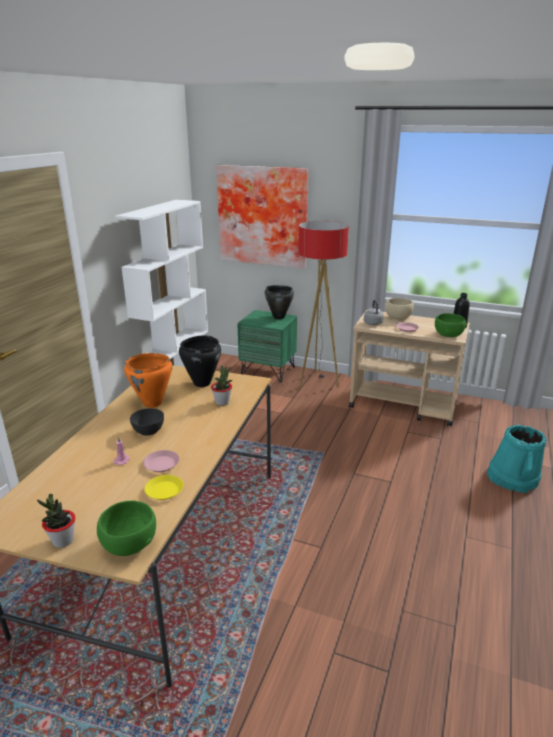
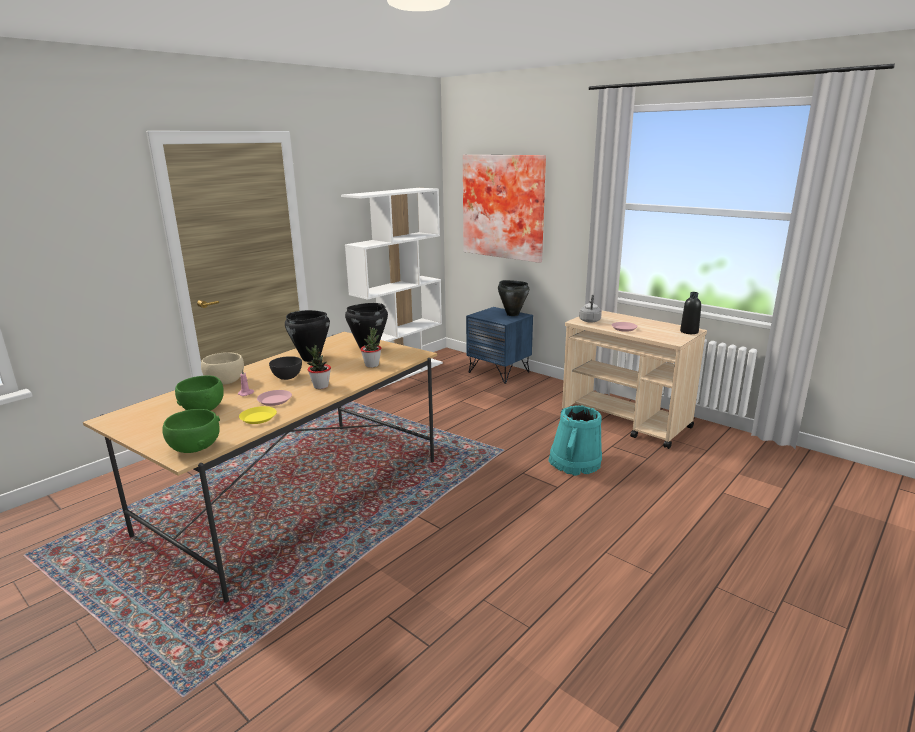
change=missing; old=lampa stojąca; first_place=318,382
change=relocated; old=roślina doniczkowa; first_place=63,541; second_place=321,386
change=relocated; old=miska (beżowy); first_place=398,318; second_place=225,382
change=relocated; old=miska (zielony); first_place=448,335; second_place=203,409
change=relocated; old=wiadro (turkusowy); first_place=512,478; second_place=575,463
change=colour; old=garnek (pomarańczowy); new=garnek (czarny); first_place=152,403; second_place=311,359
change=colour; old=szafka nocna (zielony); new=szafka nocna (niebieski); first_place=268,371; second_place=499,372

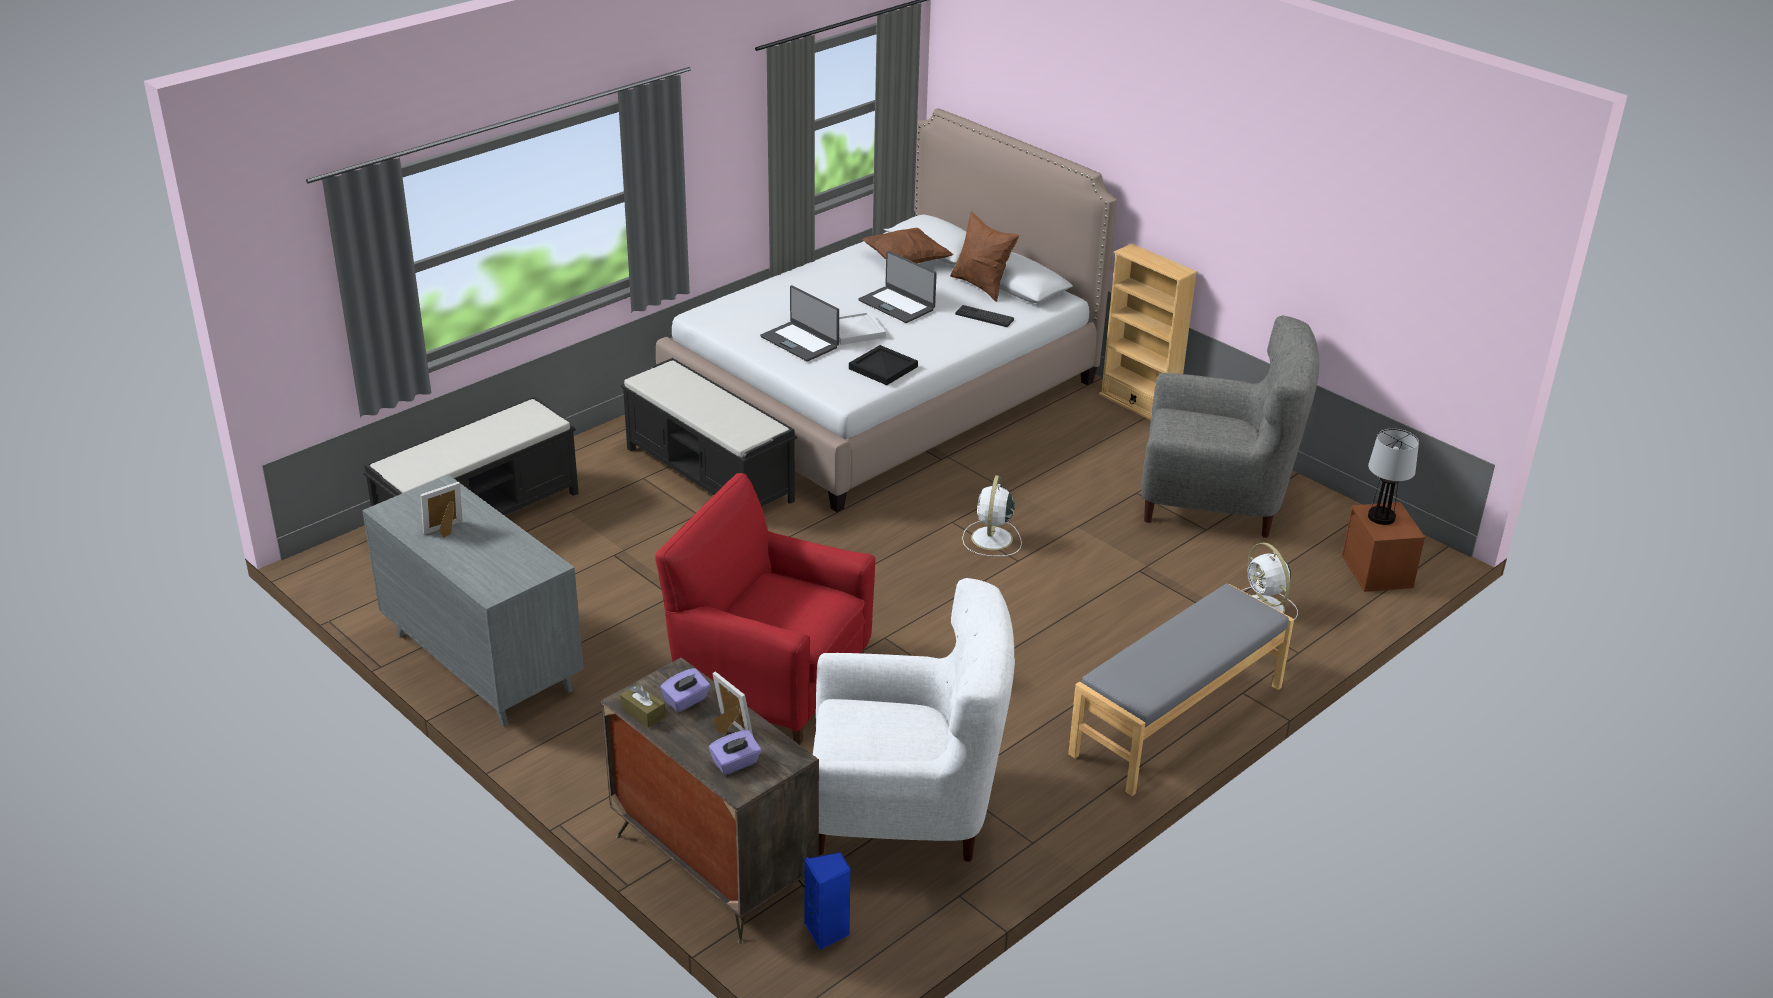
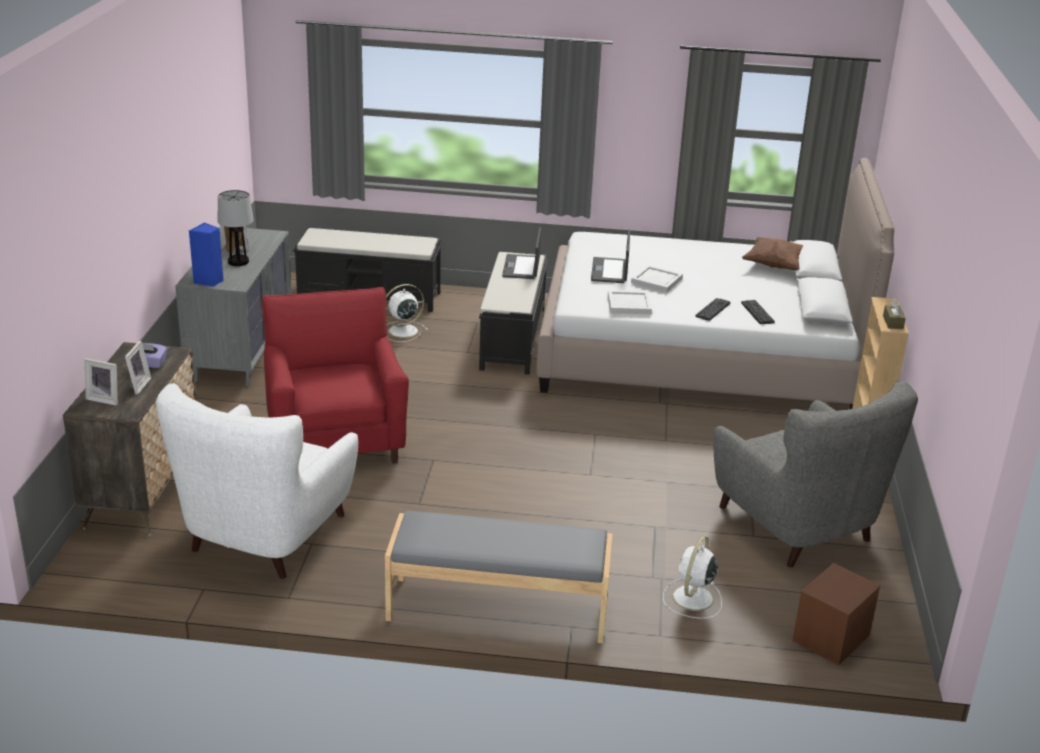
change=missing; old=poduszka (brązowy); first_place=982,286
change=appeared; new=klawiatura; second_place=712,310
change=relocated; old=pudełko chusteczek (brązowy); first_place=643,713; second_place=893,322
change=relocated; old=głośnik (niebieski); first_place=828,932; second_place=209,281
change=relocated; old=laptop; first_place=897,305; second_place=522,267
change=relocated; old=wentylator (biały); first_place=991,539; second_place=402,331
change=relocated; old=lampa stołowa; first_place=1381,517; second_place=238,262
change=exchanged; old=pudełko chusteczek (fioletowy); new=ramka na zdjęcie; first_place=735,763; second_place=105,399
change=colour; old=taca (czarny); new=taca (biały); first_place=883,367; second_place=629,304
change=spun; old=fotel (biały); first_place=904,810; second_place=266,536; degrees=60

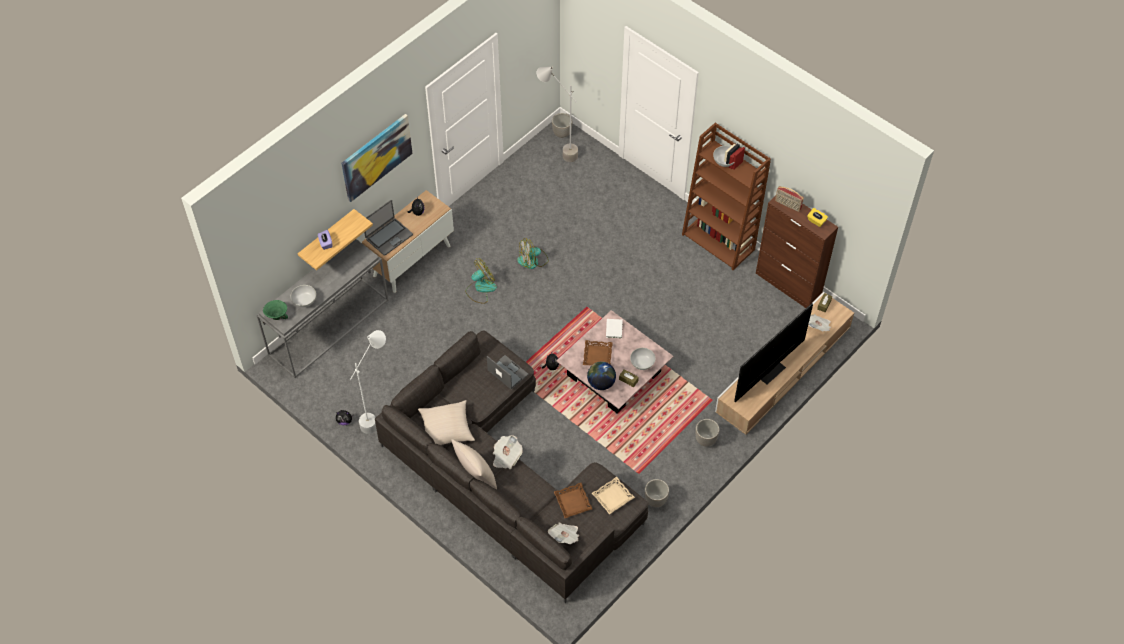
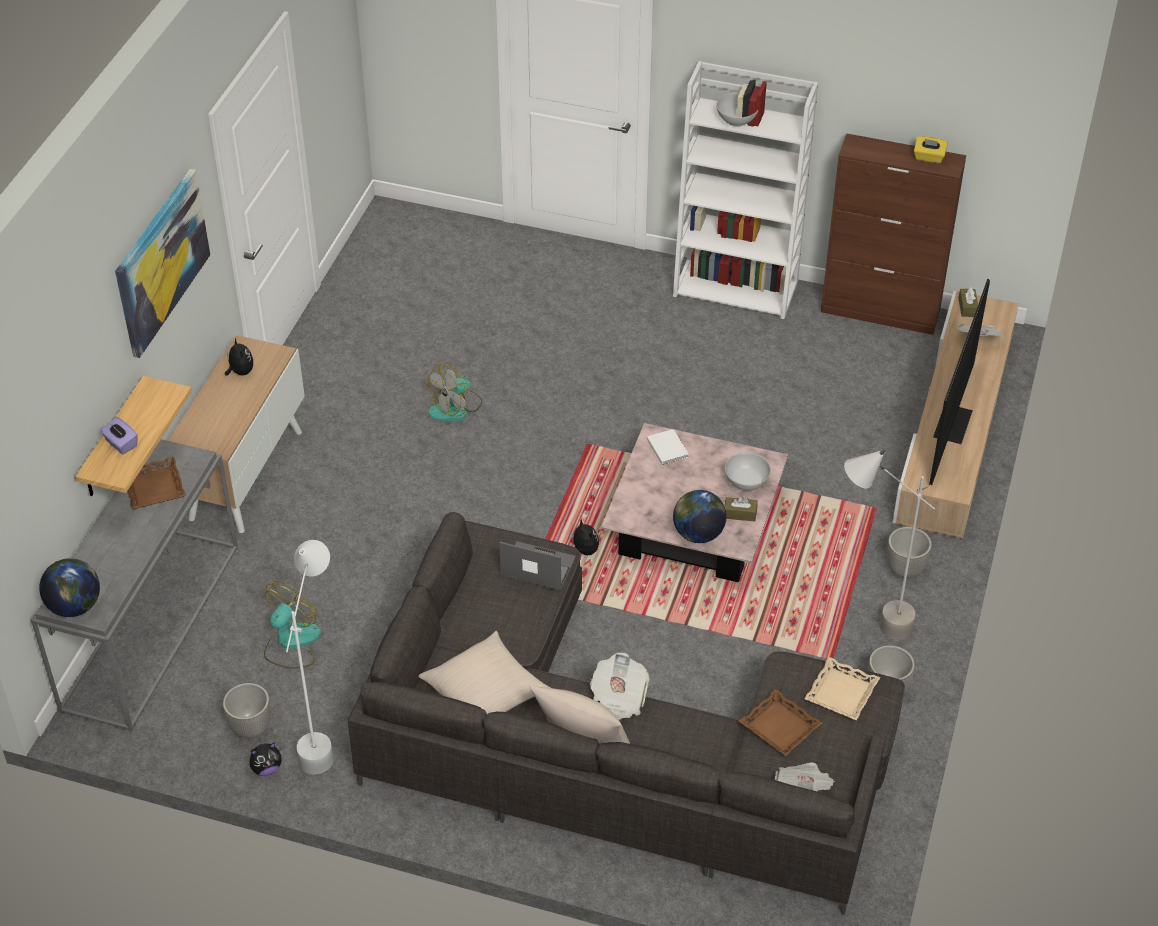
change=missing; old=miska (biały); first_place=305,301
change=missing; old=laptop; first_place=389,237
change=missing; old=radio; first_place=787,205
change=relocated; old=wentylator; first_place=480,288; second_place=291,642
change=relocated; old=lampa stojąca (szary); first_place=558,152; second_place=868,627
change=relocated; old=donica; first_place=561,133; second_place=250,728
change=relocated; old=taca (brązowy); first_place=597,355; second_place=154,487
change=exchanged; old=miska (zielony); new=globus; first_place=277,315; second_place=75,606
change=colour; old=regał (brązowy); new=regał (biały); first_place=719,242; second_place=737,288

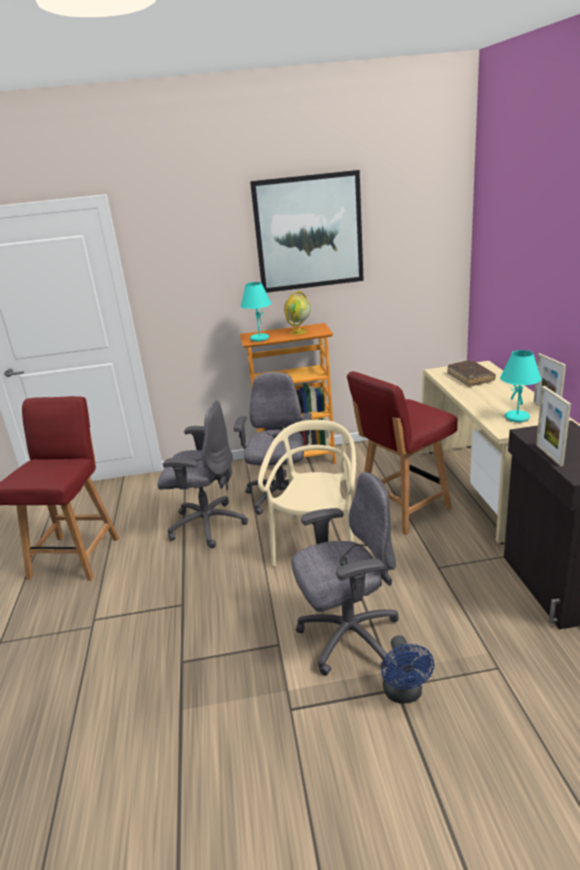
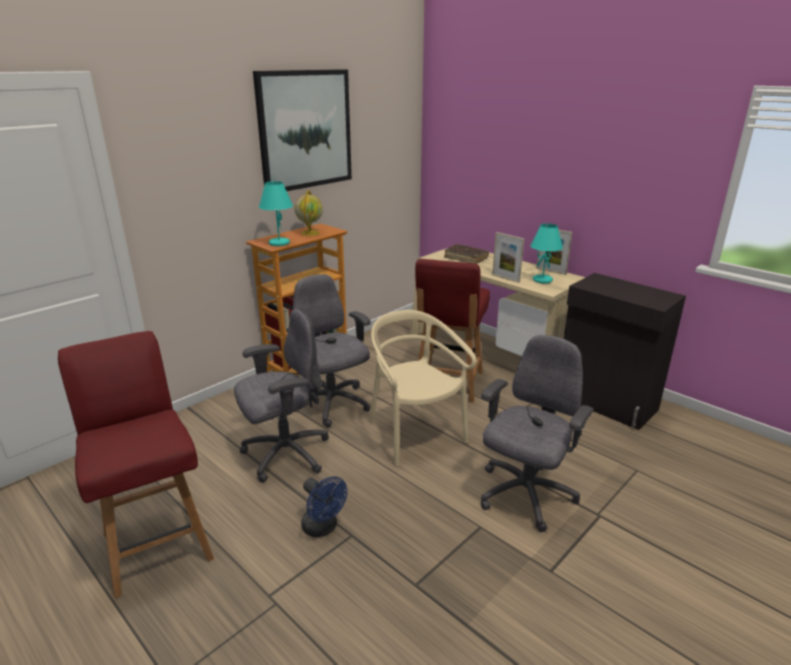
change=relocated; old=wentylator (niebieski); first_place=404,694; second_place=323,528
change=relocated; old=ramka na zdjęcie; first_place=549,455; second_place=505,278

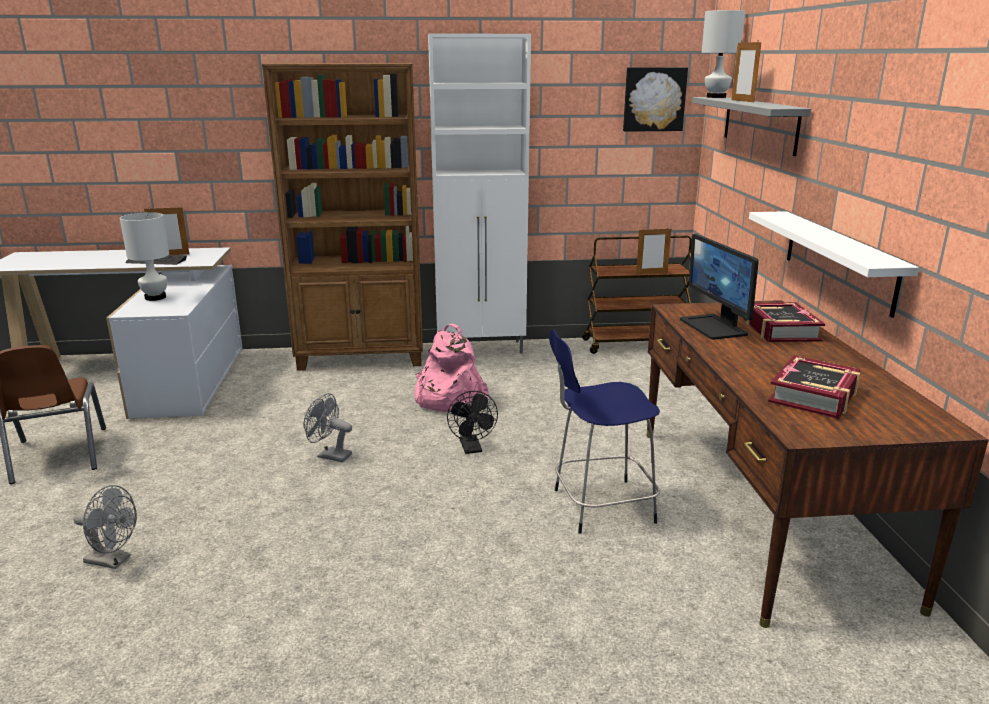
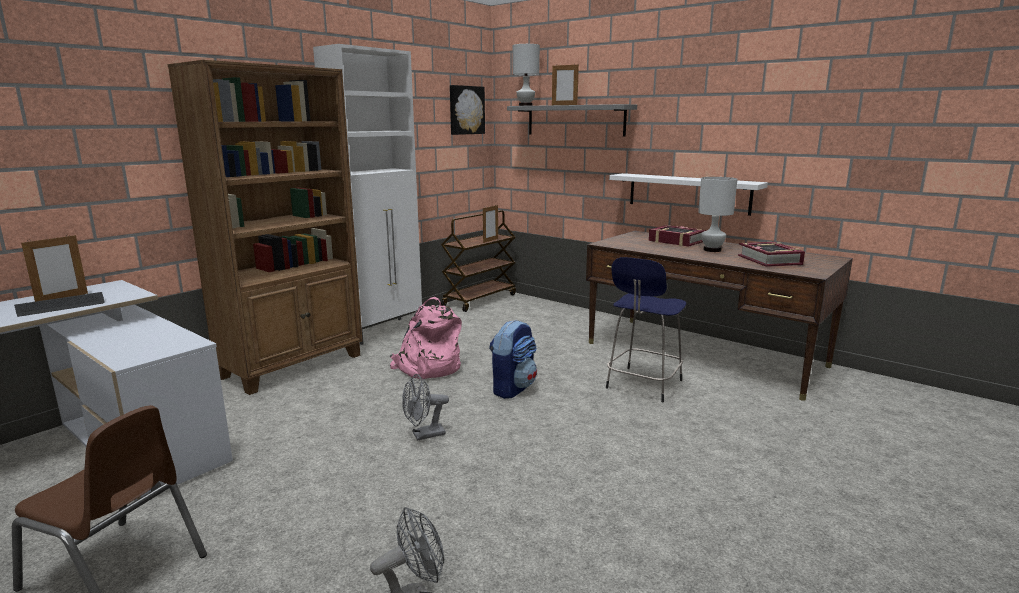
change=missing; old=monitor; first_place=714,327
change=relocated; old=lampa stołowa (biały); first_place=155,297; second_place=712,250
change=exchanged; old=wentylator (czarny); new=plecak; first_place=472,449; second_place=513,388

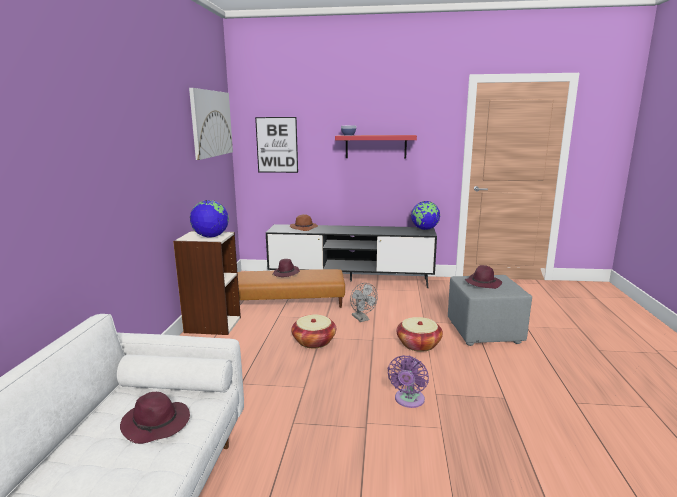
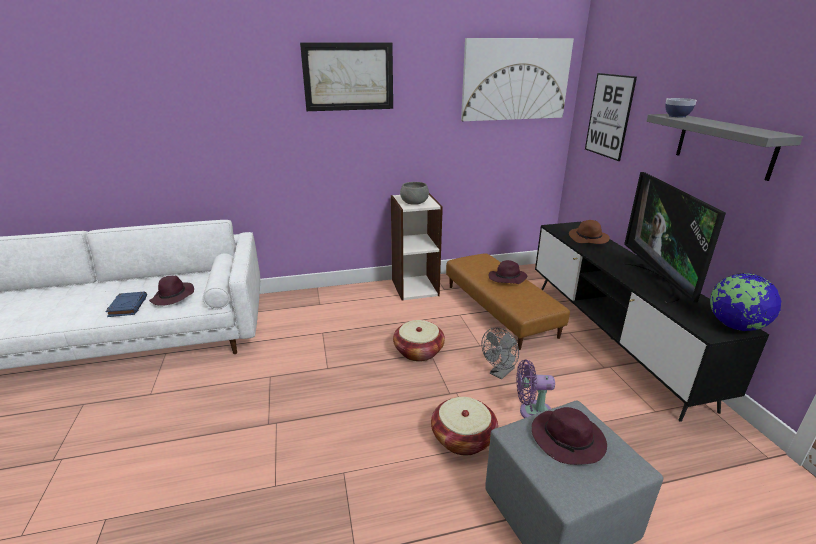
change=appeared; new=książka (niebieski); second_place=128,306
change=appeared; new=obraz; second_place=348,77
change=appeared; new=telewizor; second_place=659,281
change=relocated; old=wentylator (fioletowy); first_place=408,400; second_place=532,412
change=exchanged; old=globus; new=miska (szary); first_place=211,237; second_place=414,202
change=colour; old=półka (czerwony); new=półka (szary); first_place=375,146; second_place=724,145

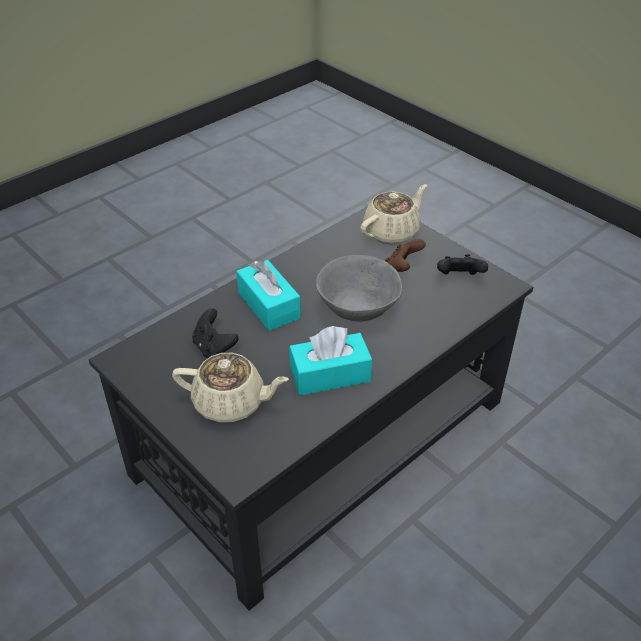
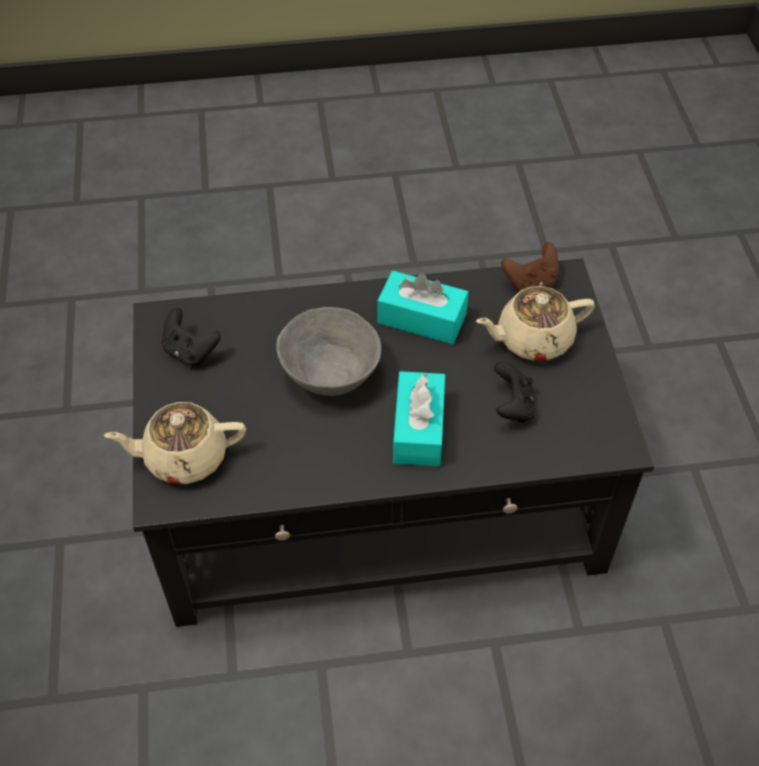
change=relocated; old=pad do gier (brązowy); first_place=402,269; second_place=531,282
change=spun; old=imbryk (beżowy); first_place=231,403; second_place=532,339; degrees=-60

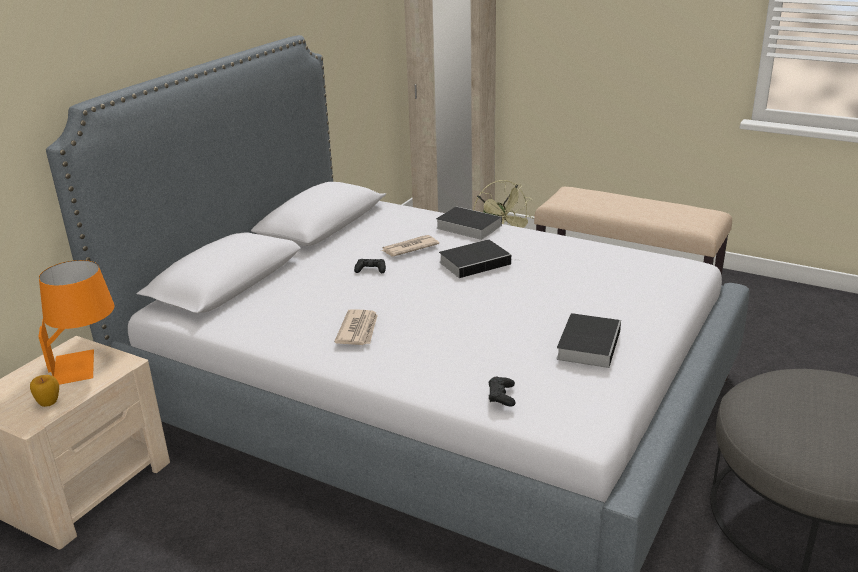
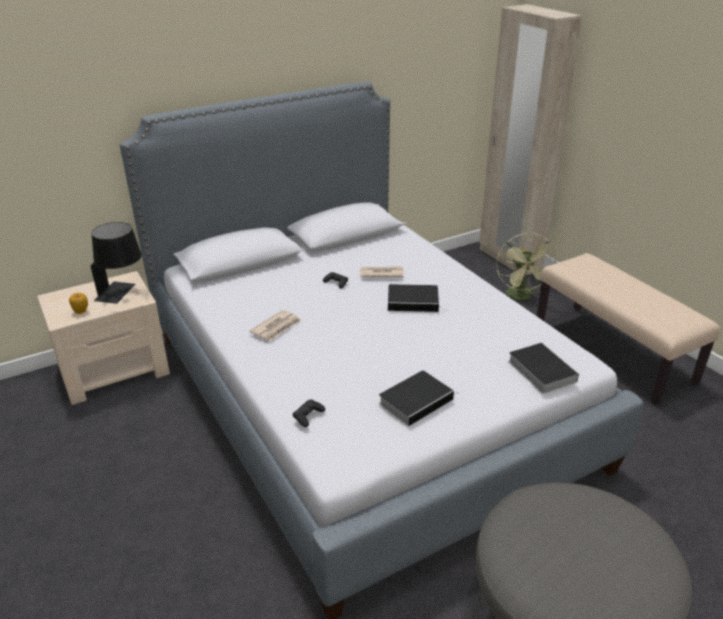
change=relocated; old=książka; first_place=466,226; second_place=539,370
change=colour; old=lampa stołowa (pomarańczowy); new=lampa stołowa (czarny); first_place=87,364; second_place=123,293

